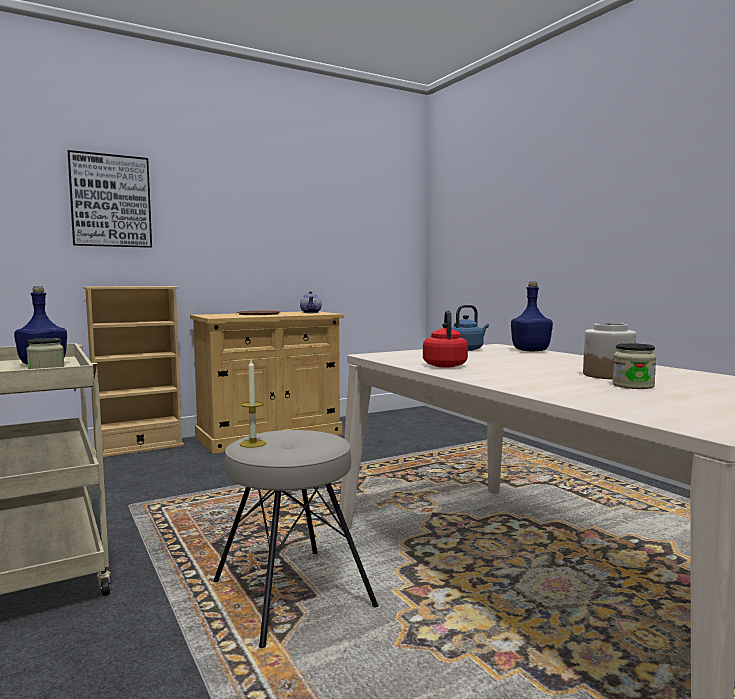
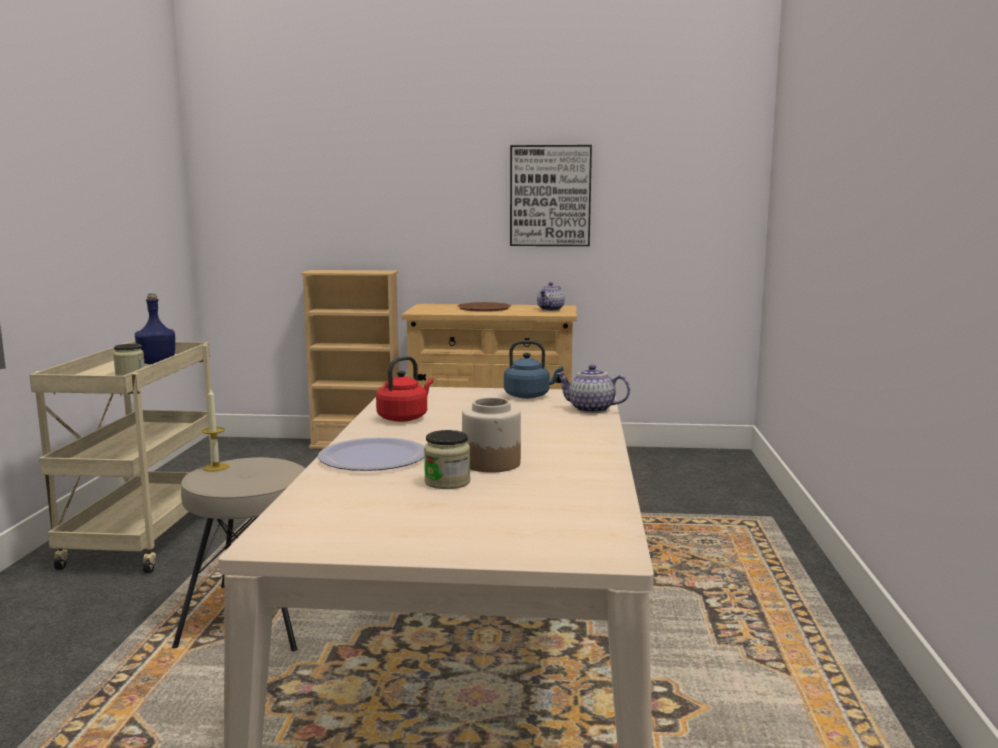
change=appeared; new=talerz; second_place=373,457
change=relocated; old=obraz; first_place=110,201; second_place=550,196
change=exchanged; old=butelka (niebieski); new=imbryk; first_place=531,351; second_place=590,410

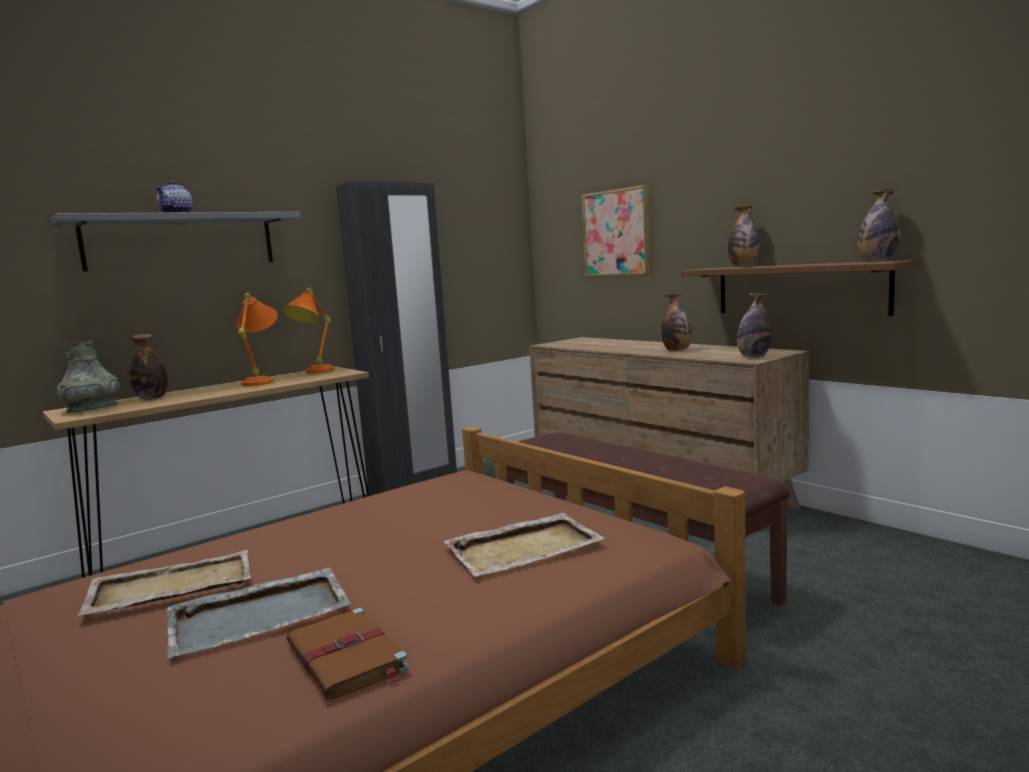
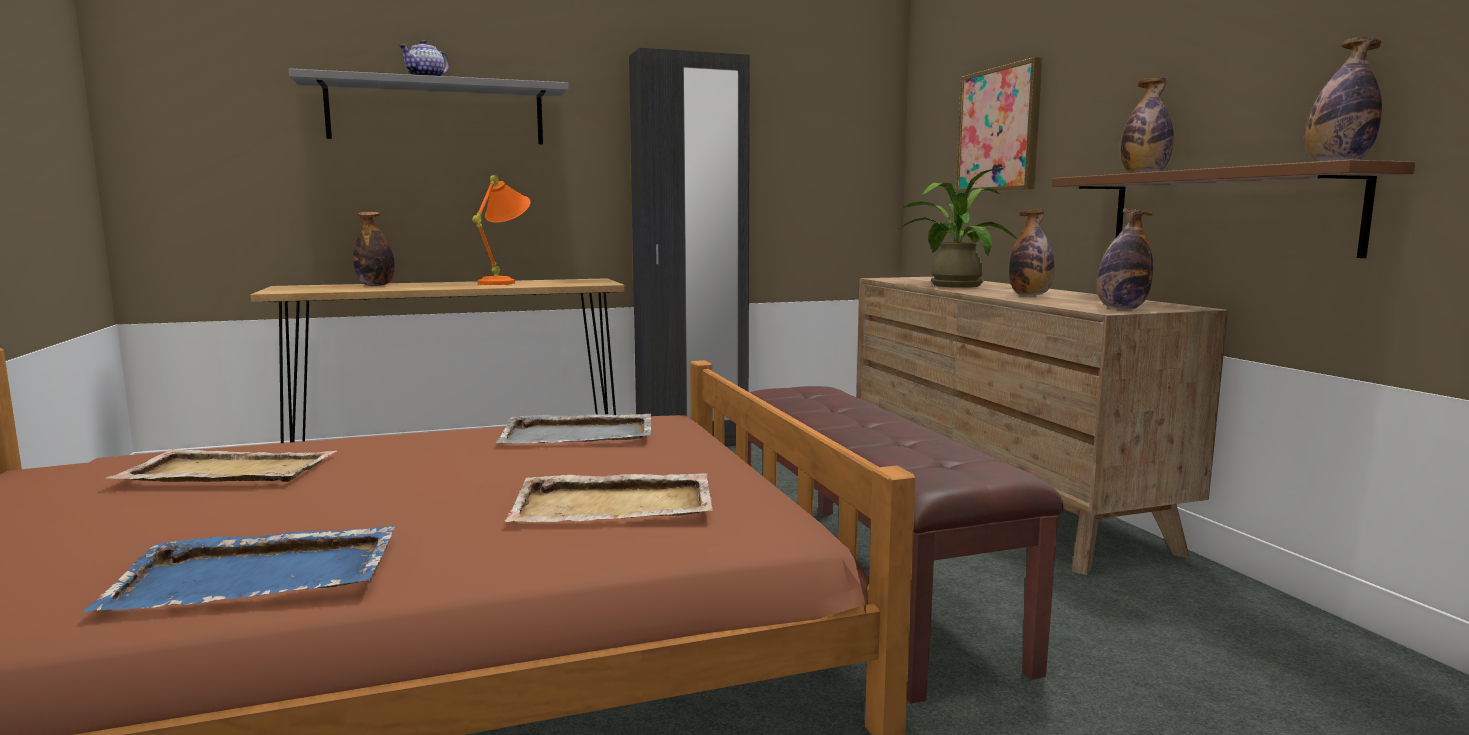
change=missing; old=wazon (szary); first_place=93,409
change=missing; old=lampa stołowa (pomarańczowy); first_place=312,373
change=appeared; new=roślina doniczkowa; second_place=951,285
change=relocated; old=taca (szary); first_place=261,615; second_place=579,434
change=exchanged; old=książka (brązowy); new=taca (niebieski); first_place=347,658; second_place=260,575

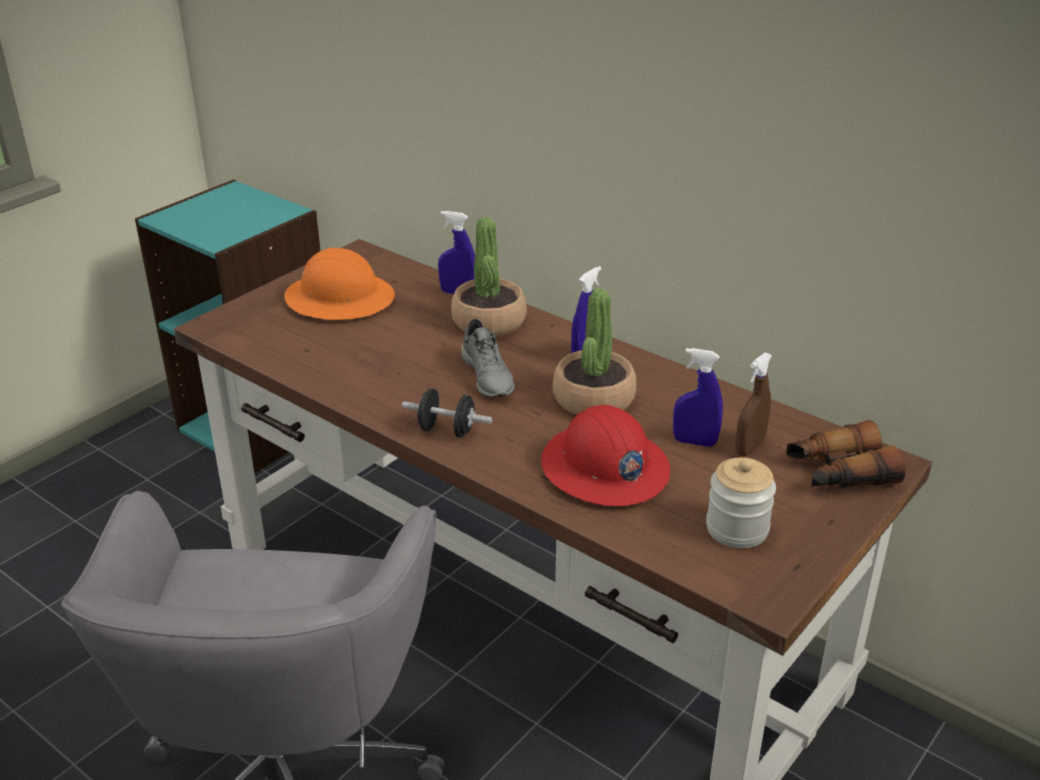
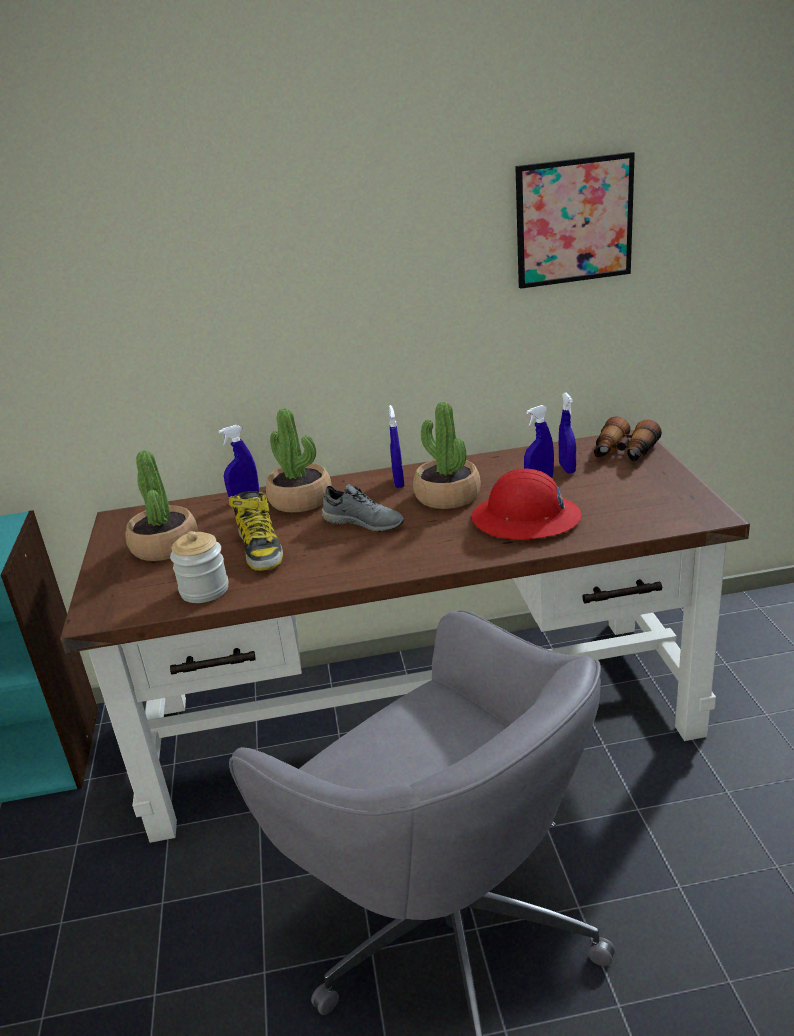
change=missing; old=hantel (czarny); first_place=447,430
change=appeared; new=but z cholewką; second_place=260,549
change=appeared; new=obraz; second_place=574,221
change=relocated; old=słoik; first_place=737,529; second_place=204,590
change=exchanged; old=kask (pomarańczowy); new=roślina doniczkowa; first_place=340,299; second_place=165,546
change=colour; old=spryskiwacz (brązowy); new=spryskiwacz (niebieski); first_place=749,447; second_place=567,468

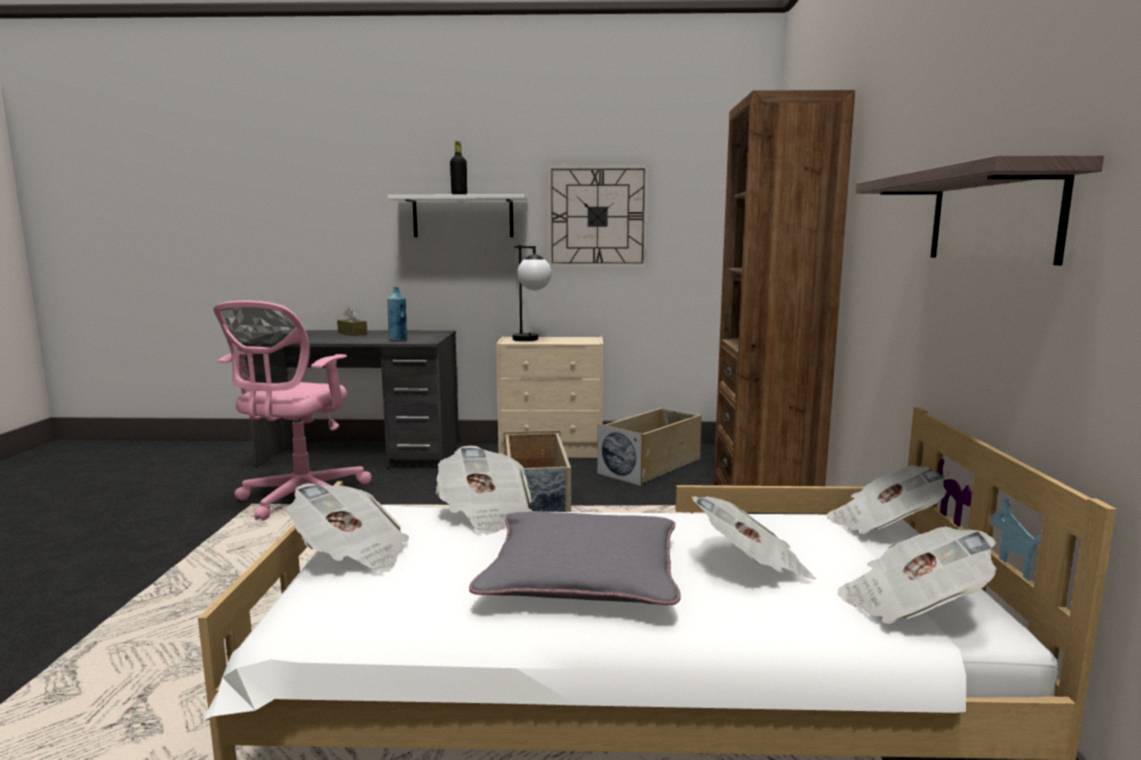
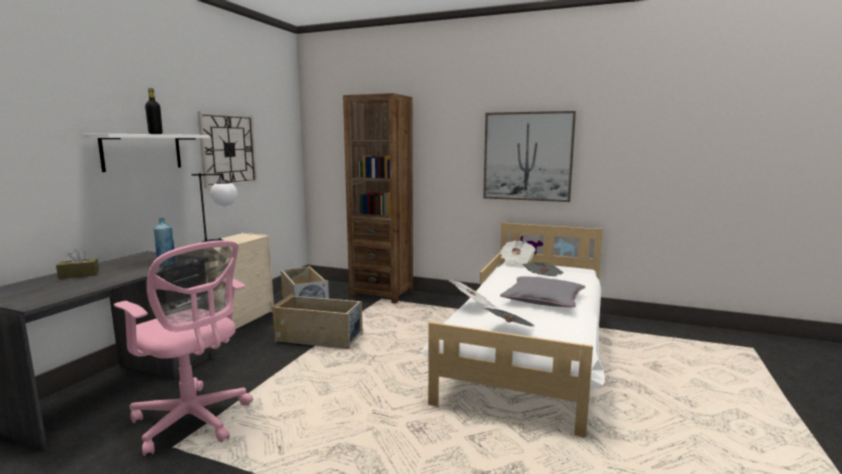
change=missing; old=gazeta; first_place=910,606
change=exchanged; old=półka; new=obraz; first_place=992,216; second_place=527,156

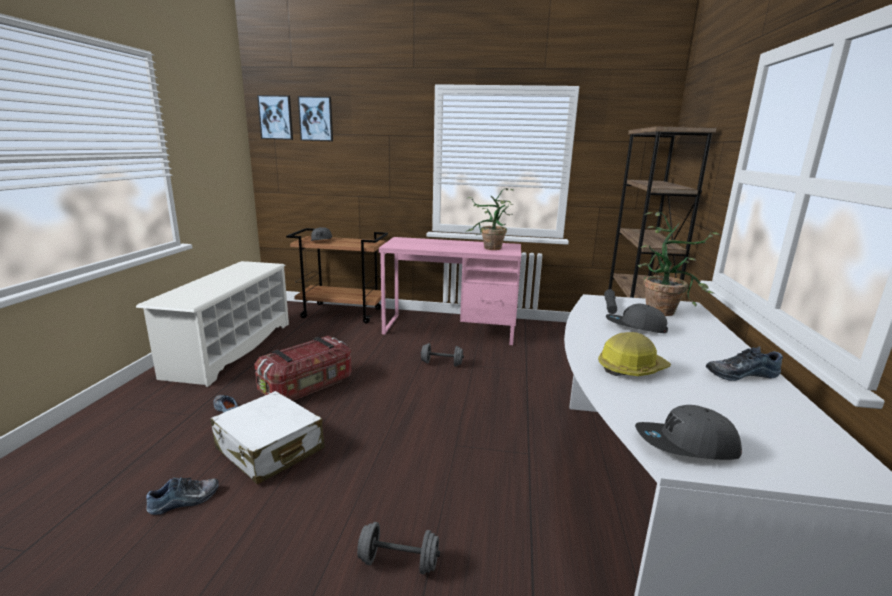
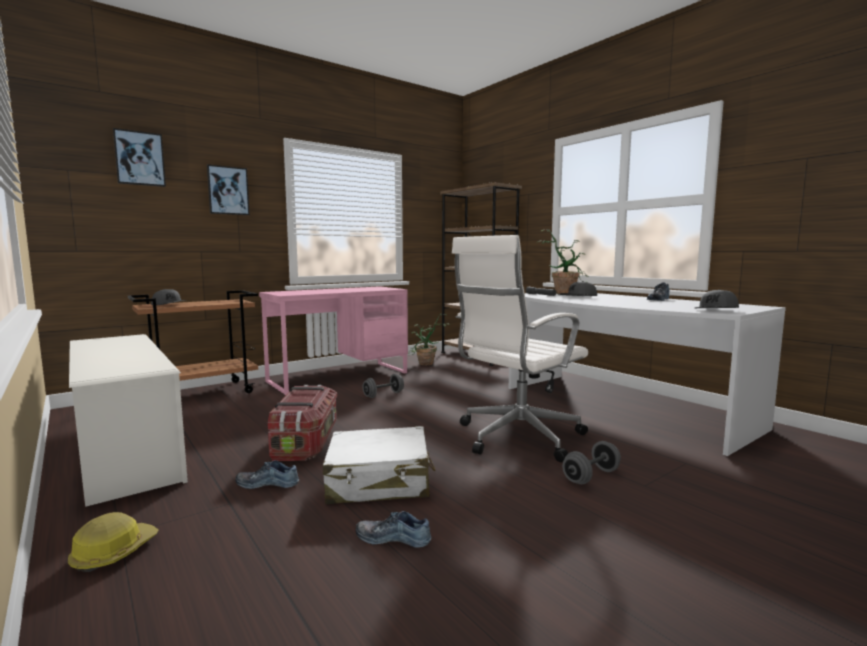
change=appeared; new=krzesło biurowe (biały); second_place=516,437
change=relocated; old=obraz; first_place=276,117; second_place=228,190
change=relocated; old=roślina doniczkowa; first_place=489,249; second_place=426,364
change=relocated; old=kask; first_place=631,368; second_place=113,552
change=spun; old=but; first_place=185,501; second_place=394,537; degrees=-90

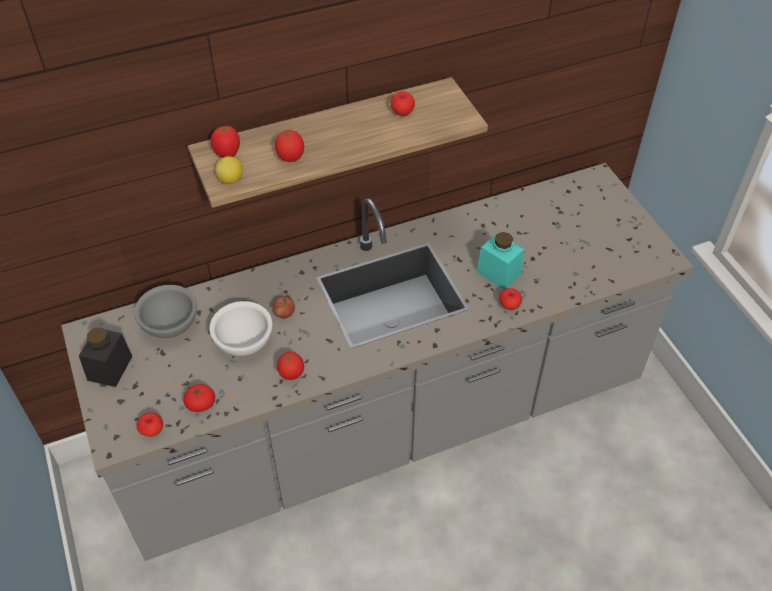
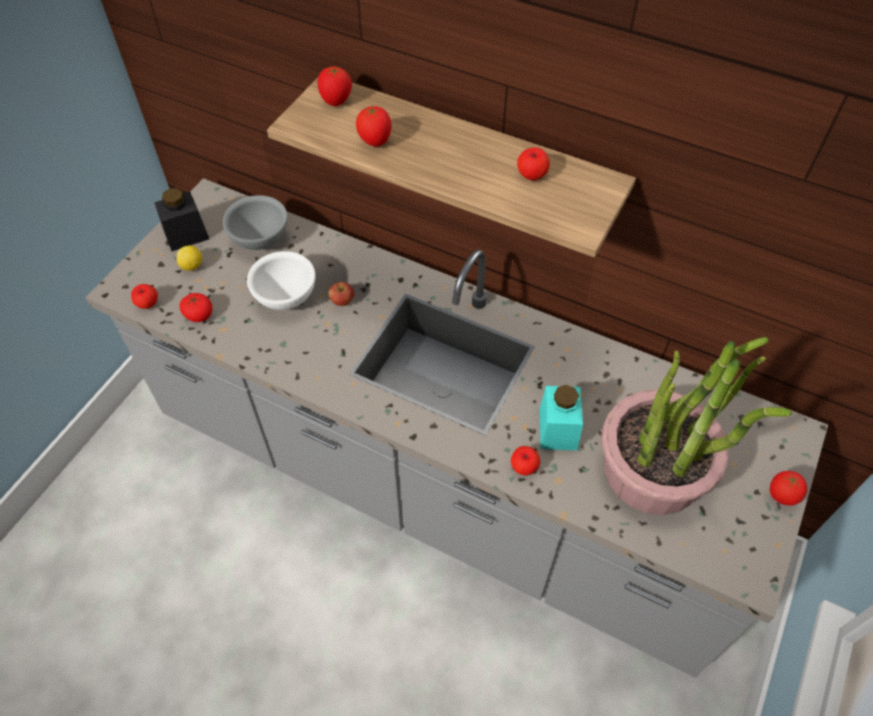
change=appeared; new=roślina doniczkowa; second_place=654,470
change=relocated; old=cytryna; first_place=231,180; second_place=192,266
change=relocated; old=pomidor; first_place=291,374; second_place=781,496

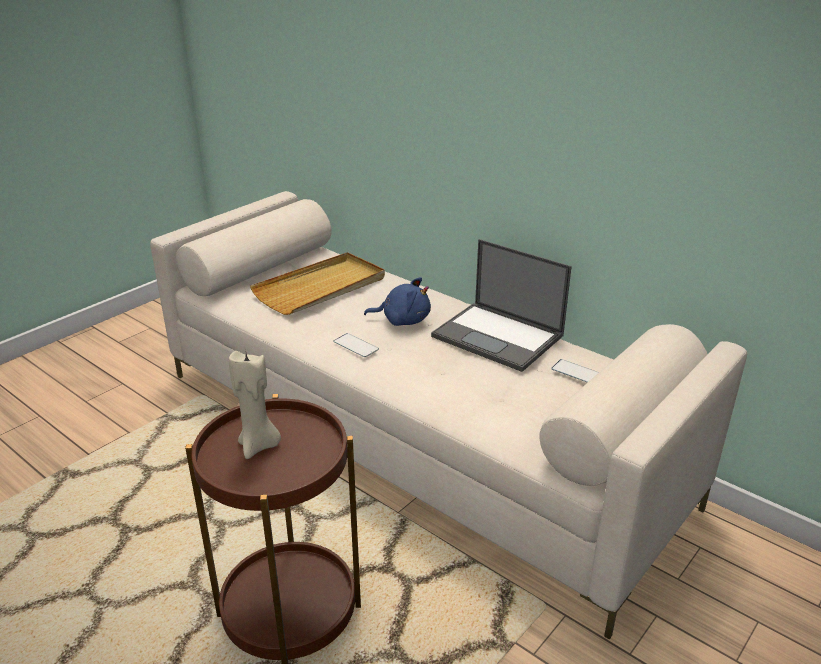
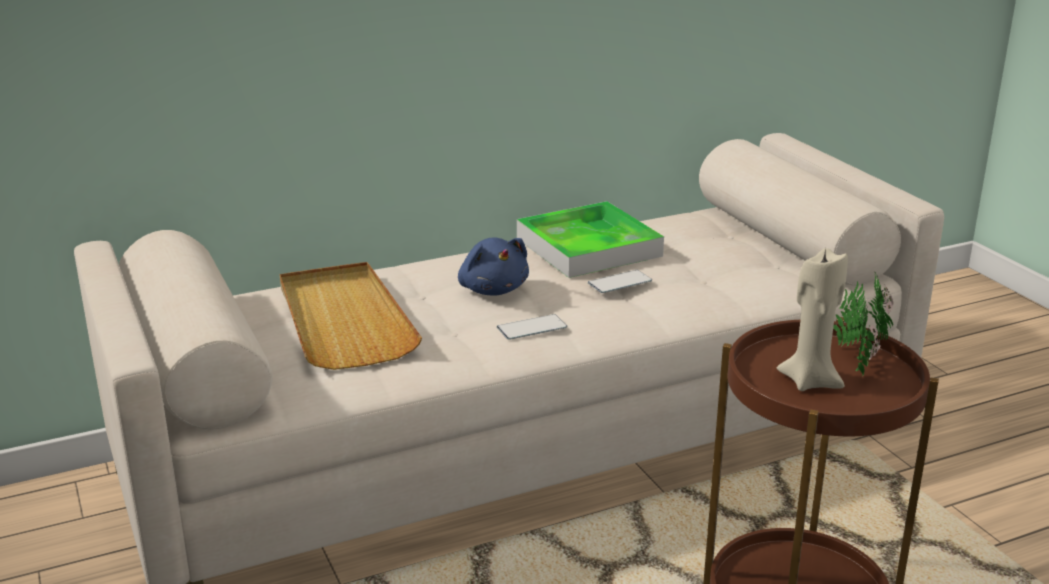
change=appeared; new=roślina doniczkowa; second_place=856,359
change=relocated; old=telefon; first_place=577,372; second_place=619,282
change=exchanged; old=laptop; new=taca; first_place=499,336; second_place=588,247
change=spun; old=pluszak (niebieski); first_place=403,320; second_place=492,289; degrees=120

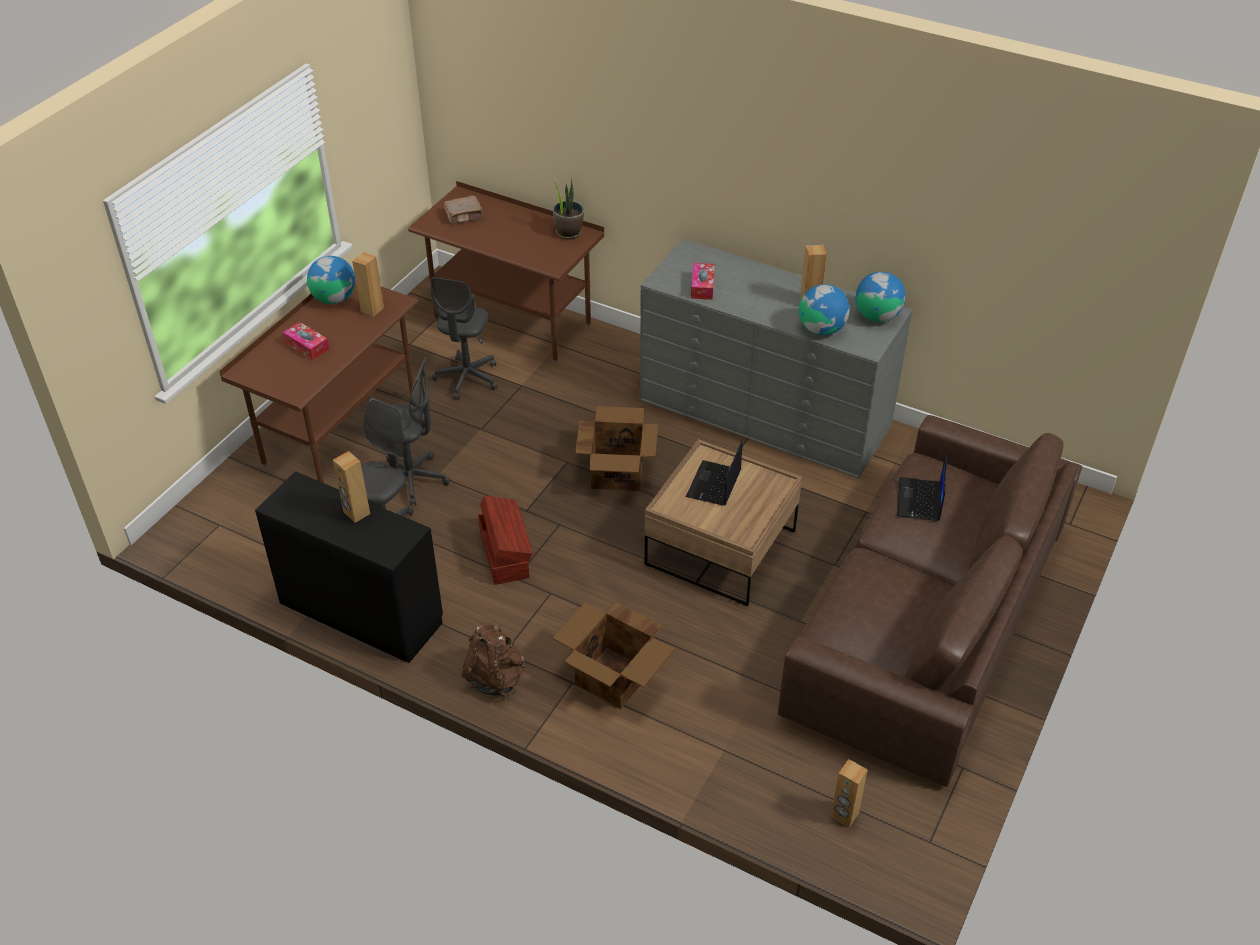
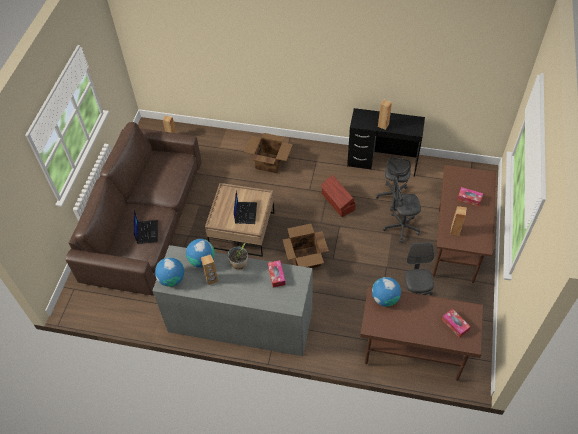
change=missing; old=plecak (brązowy); first_place=495,678
change=relocated; old=globus; first_place=334,298; second_place=385,298
change=relocated; old=roślina doniczkowa; first_place=568,232; second_place=239,264
change=exchanged; old=książka (brązowy); new=pudełko chusteczek; first_place=464,216; second_place=455,325

